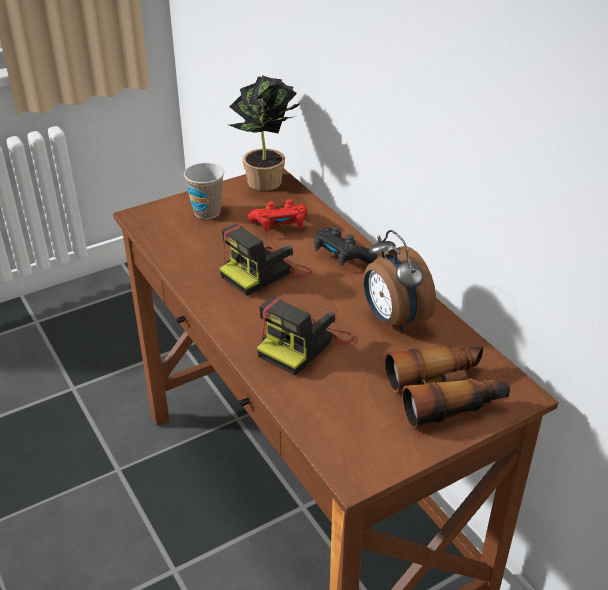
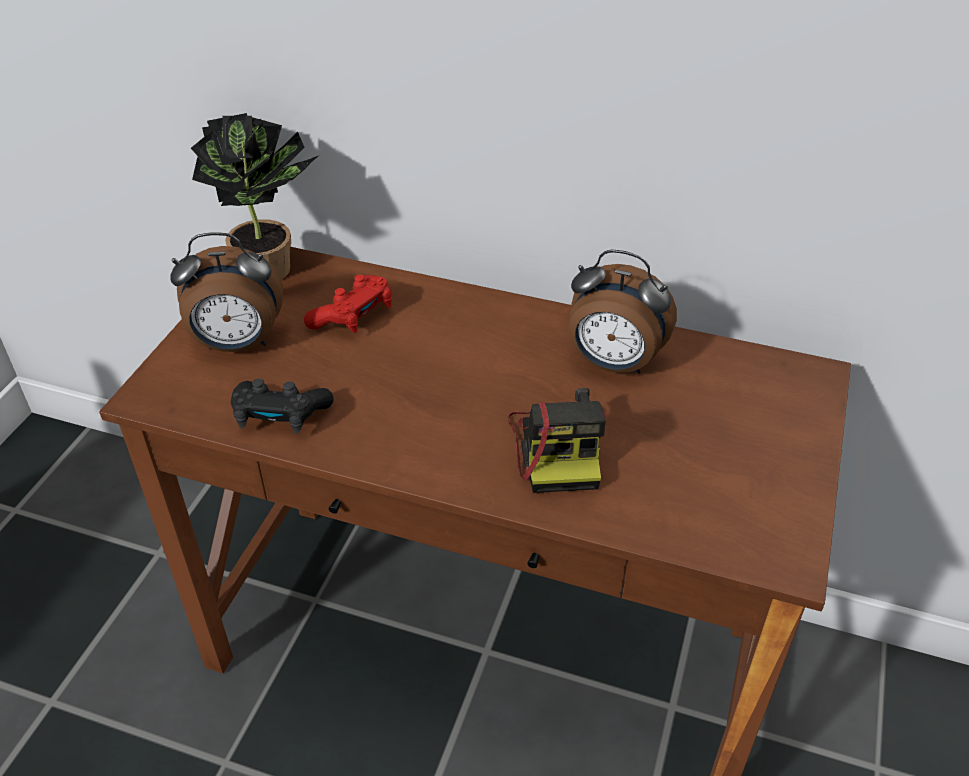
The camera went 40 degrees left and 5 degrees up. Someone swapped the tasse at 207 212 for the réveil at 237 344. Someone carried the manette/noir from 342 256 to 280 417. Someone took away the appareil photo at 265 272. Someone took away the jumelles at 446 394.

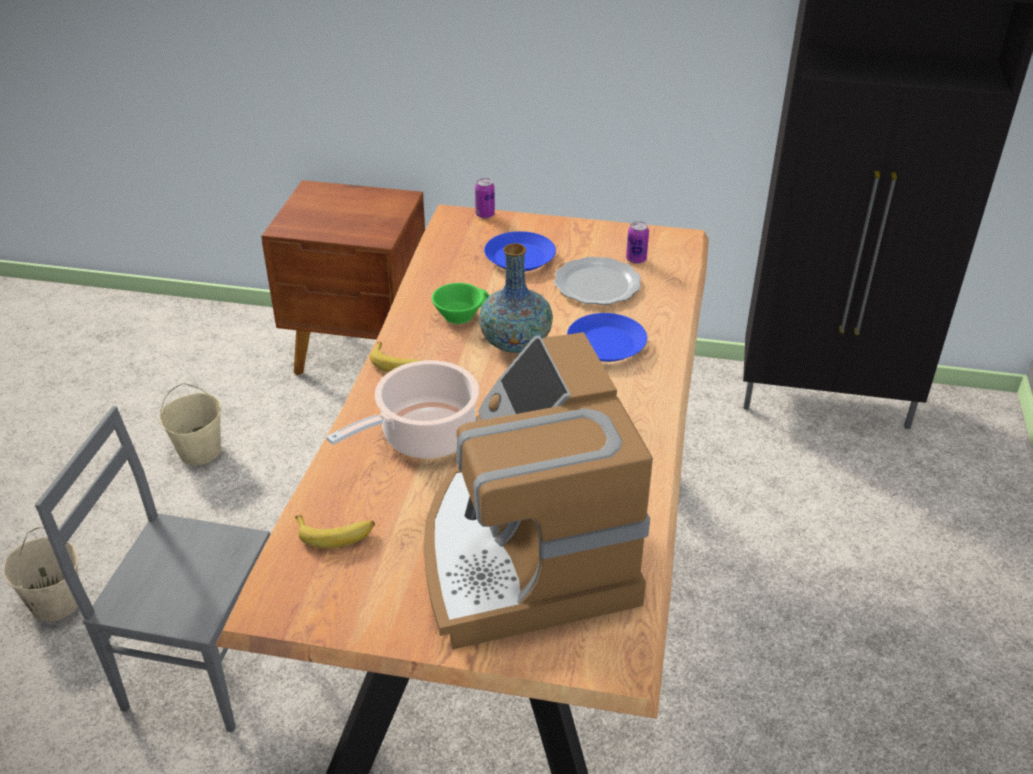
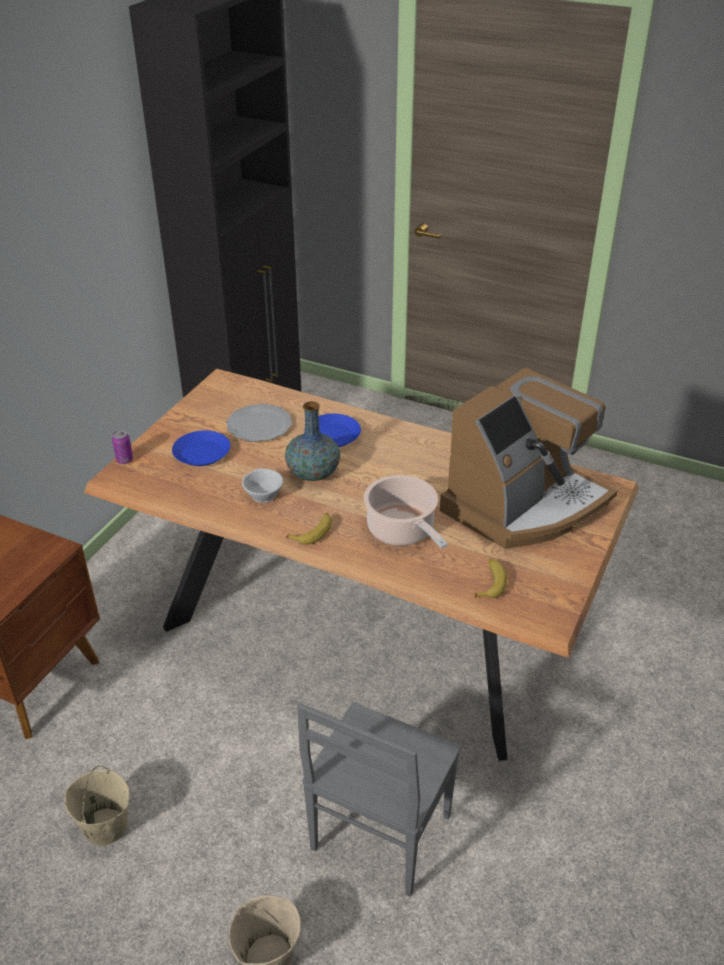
The camera went 75 degrees left and 0 degrees up. Someone repainted the tasse/vert at 459 313, which became the tasse/blanc at 261 494. Someone rotated the machine à café at 524 553 by 45 degrees counterclockwise. Someone took away the boîte métallique at 636 259.

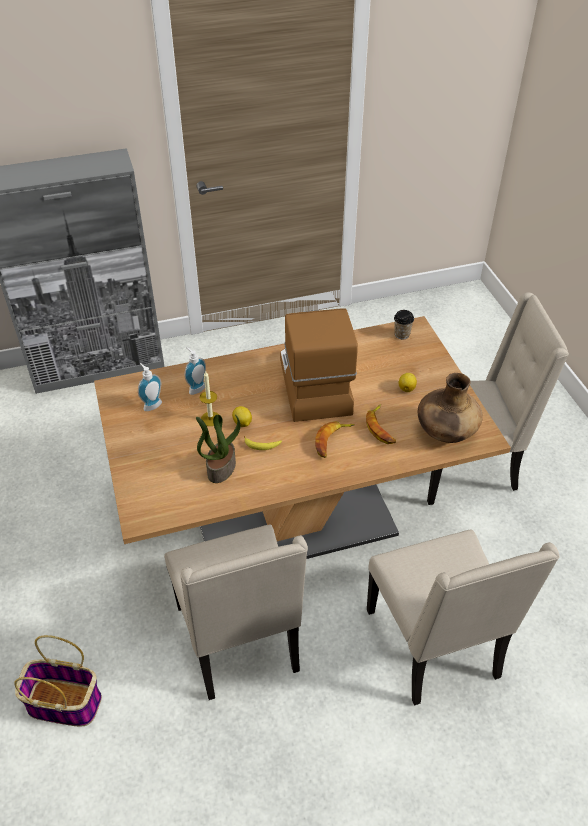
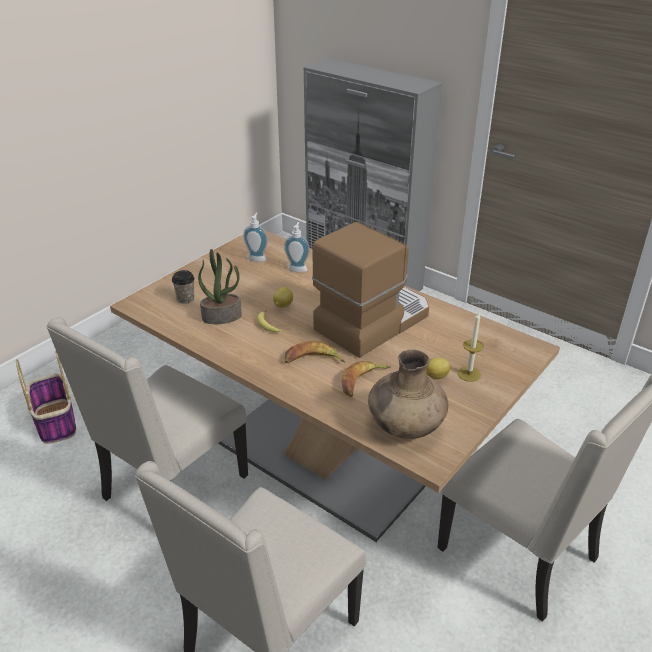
The camera went 55 degrees right and 10 degrees down. Someone carried the tasse from 402 334 to 185 299. Someone carried the bougie from 210 419 to 469 374.

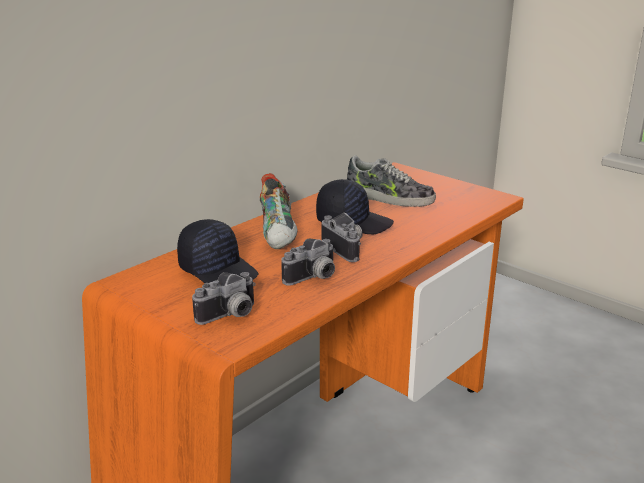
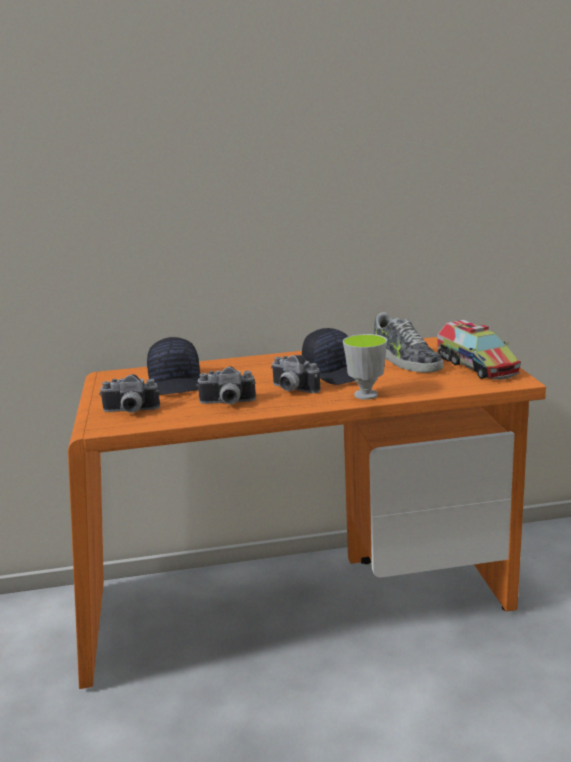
The camera went 40 degrees right and 5 degrees down. Someone rotated the appareil photo at 347 249 by 120 degrees clockwise. Someone put down the tasse at 366 395. Someone put down the camion jouet at 476 365. Someone took away the chaussure at 280 233.

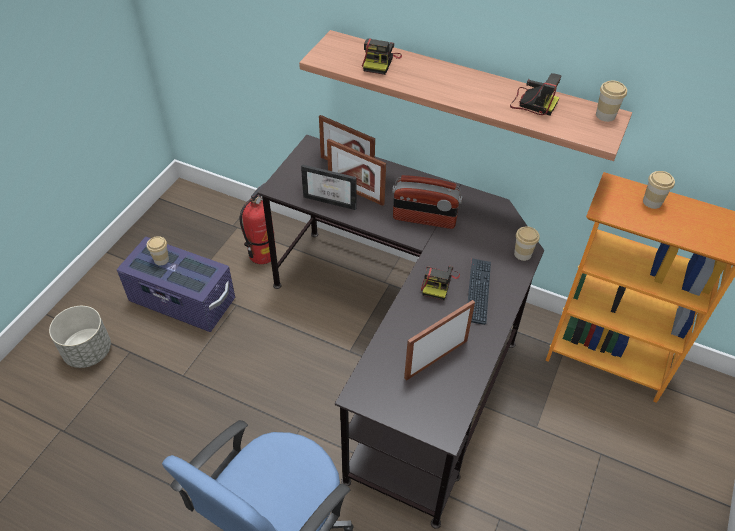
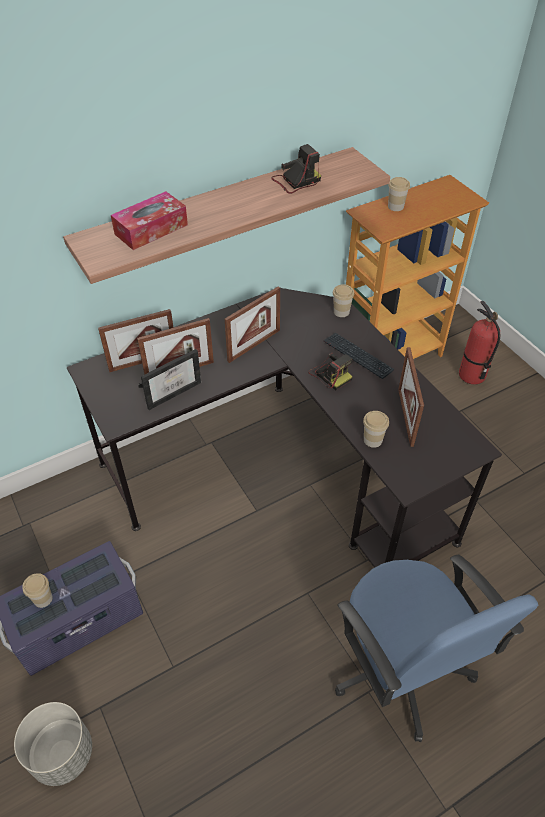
The camera went 55 degrees left and 0 degrees up. Someone swapped the appareil photo at 380 62 for the boîte à mouchoirs at 151 229. Someone swapped the radio at 424 219 for the cadre photo at 254 345. Someone carried the tasse from 605 115 to 373 440. Someone carried the extincteur from 262 254 to 471 375.

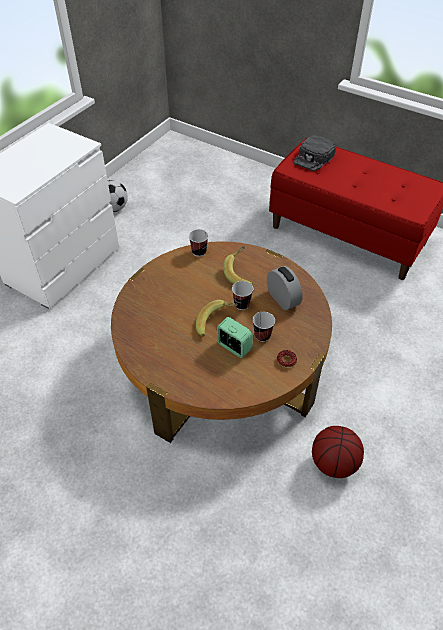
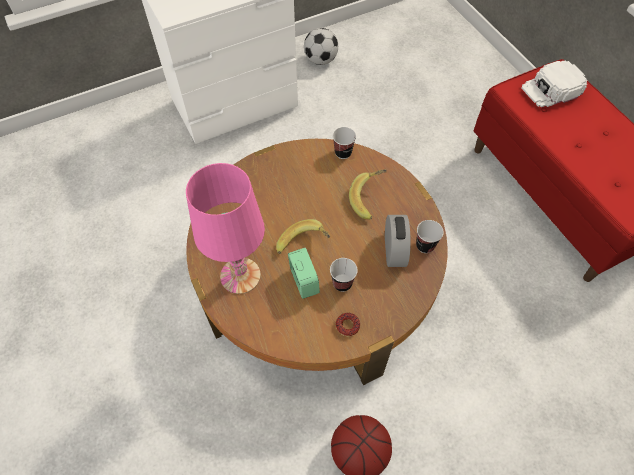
The camera went 30 degrees right and 10 degrees up. Someone put down the lampe de table/rose at 240 275. Someone carried the tasse from 242 304 to 425 245. Someone repainted the casquette/noir at 314 158, which became the casquette/blanc at 552 89.

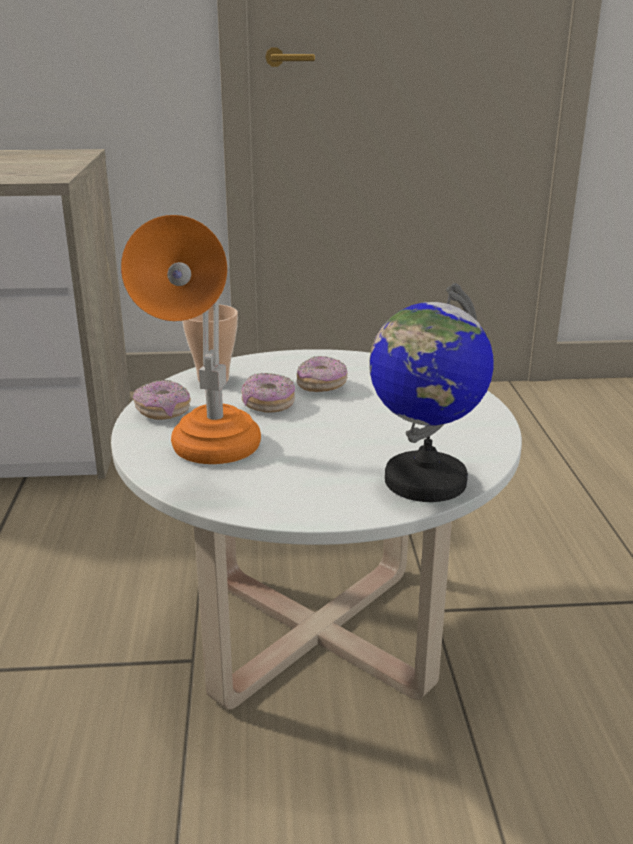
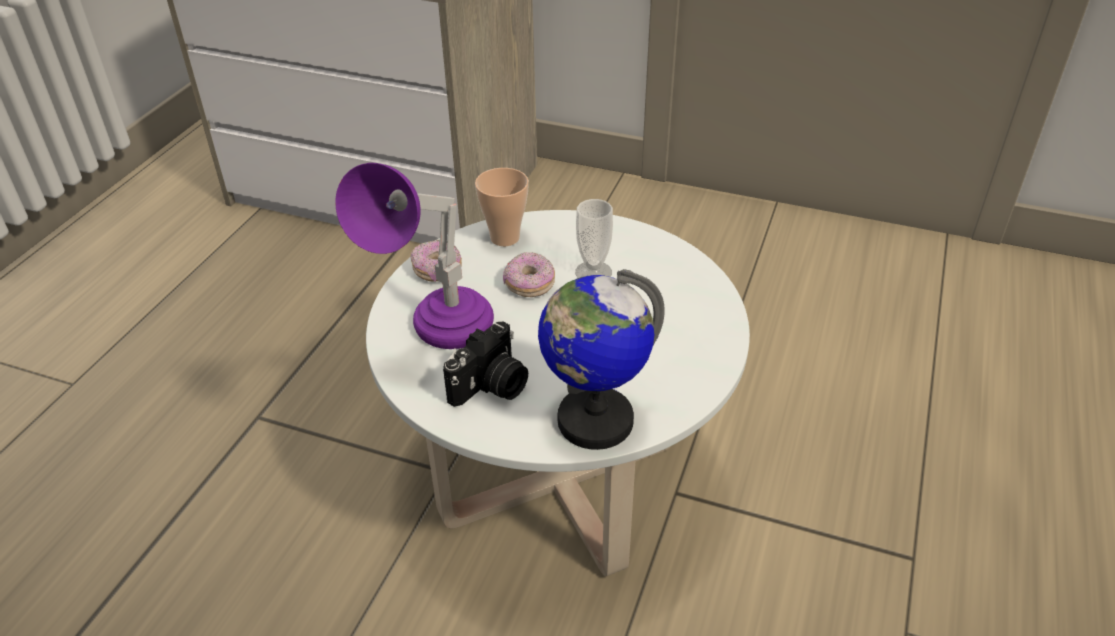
The camera went 25 degrees right and 15 degrees up. Someone repainted the lampe de table/orange at 209 458, which became the lampe de table/violet at 438 338. Someone put down the appareil photo at 491 387. Someone swapped the beignet at 322 386 for the tasse at 593 272.

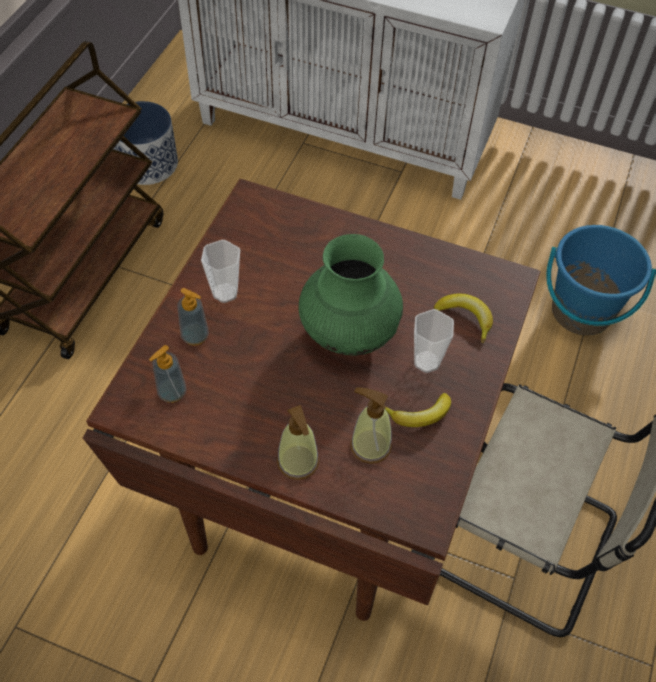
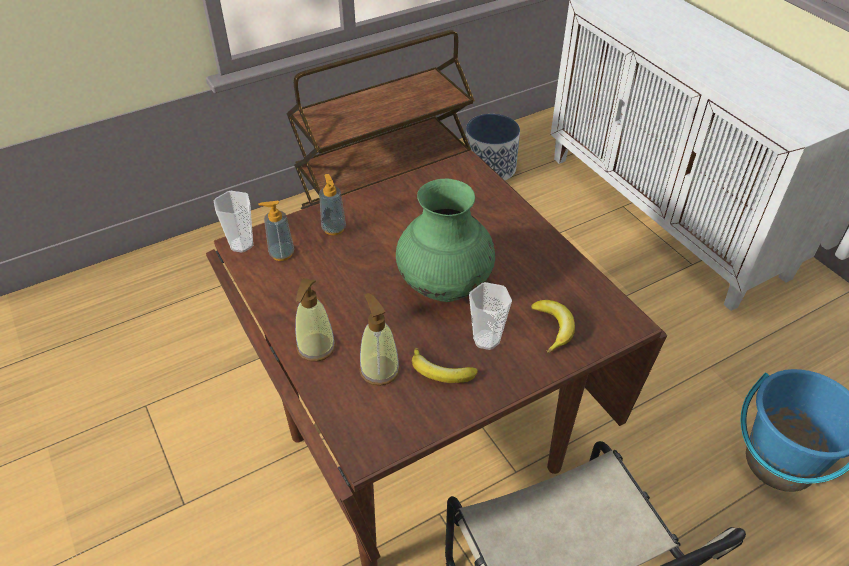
The camera went 40 degrees right and 10 degrees down. Someone carried the tasse from 225 293 to 241 244.

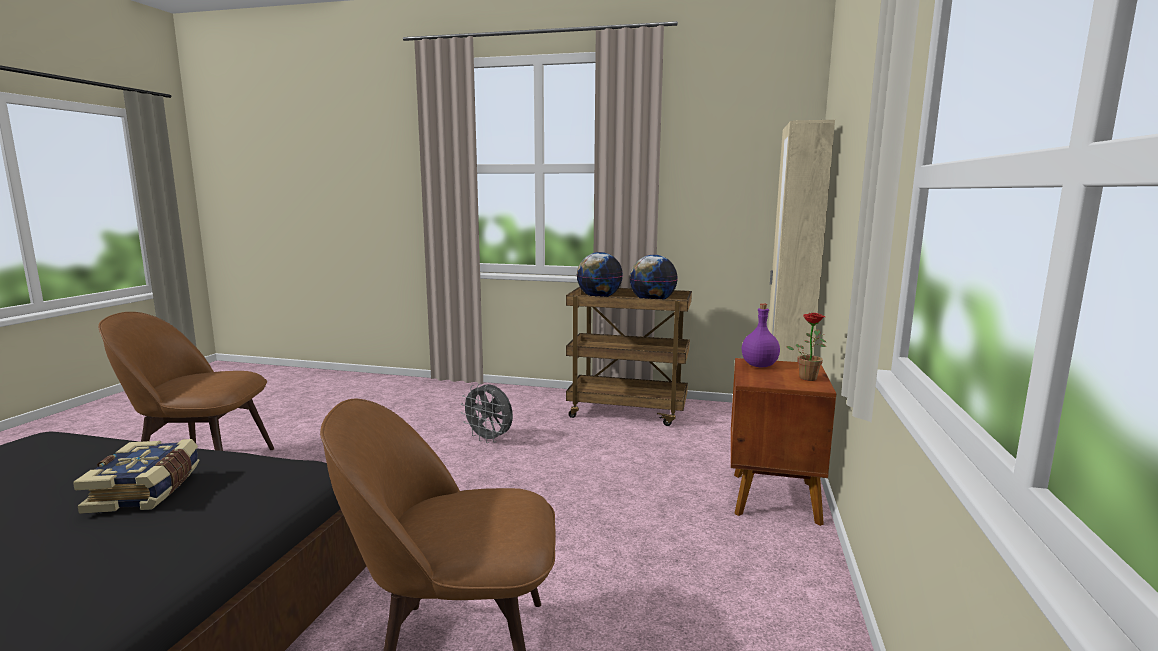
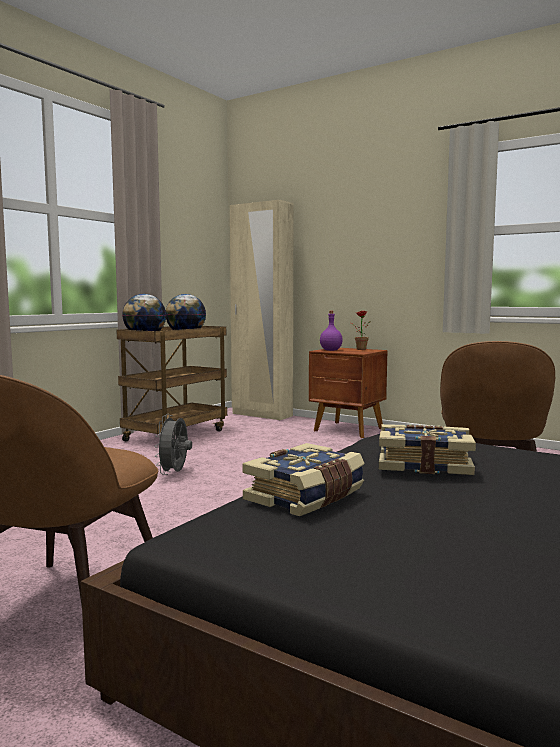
The camera went 70 degrees left and 5 degrees down. Someone rotated the ventilateur/gris at 489 439 by 135 degrees clockwise. Someone put down the livre at 307 497.

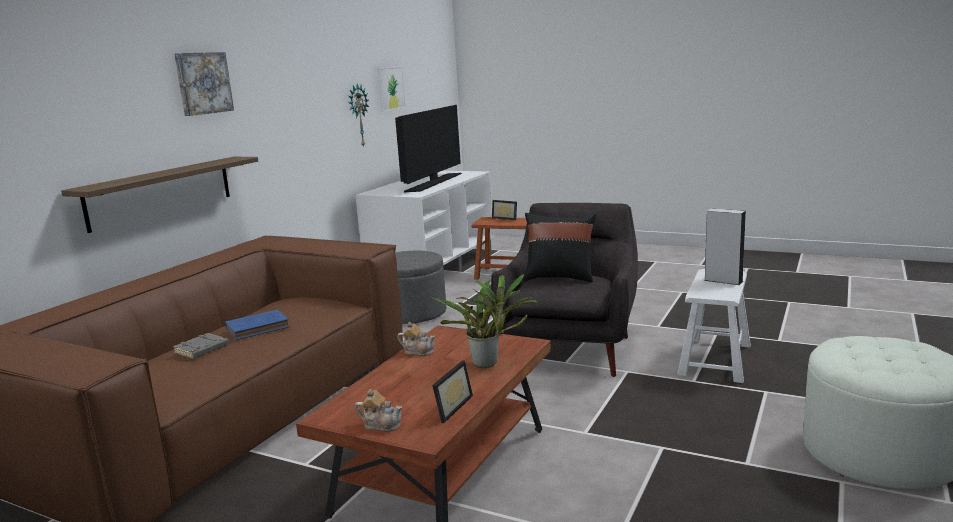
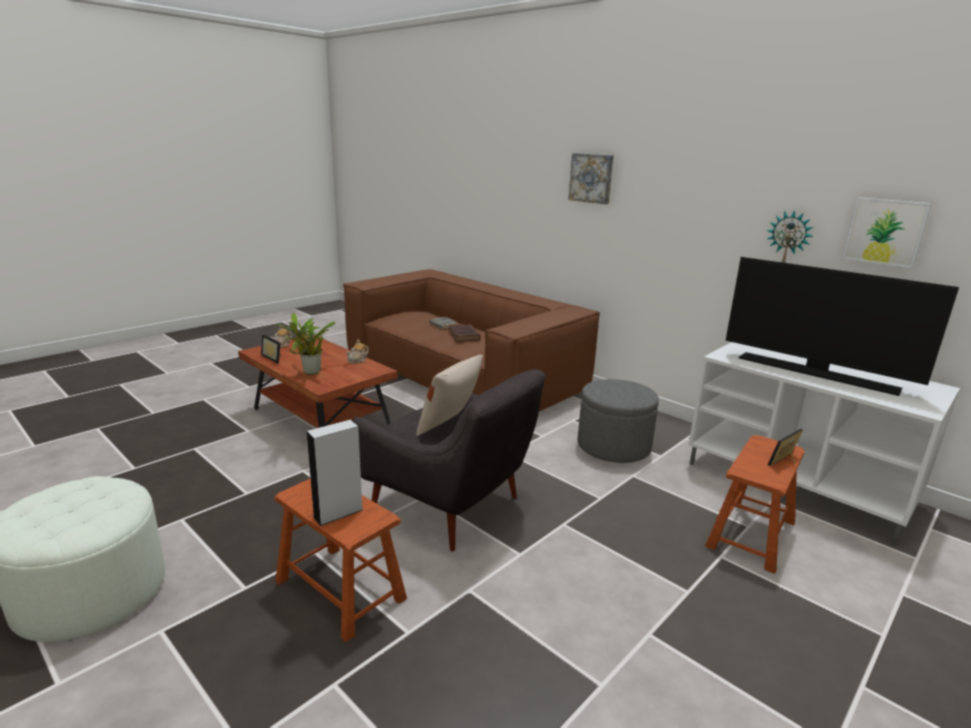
The camera went 105 degrees right and 5 degrees up. Someone repainted the tabouret/blanc at 715 359, which became the tabouret/marron at 340 590. Someone repainted the coussin/noir at 559 277, which became the coussin/beige at 450 426. Someone repainted the livre/bleu at 259 328, which became the livre/marron at 464 336. Someone took away the étagère at 161 192.

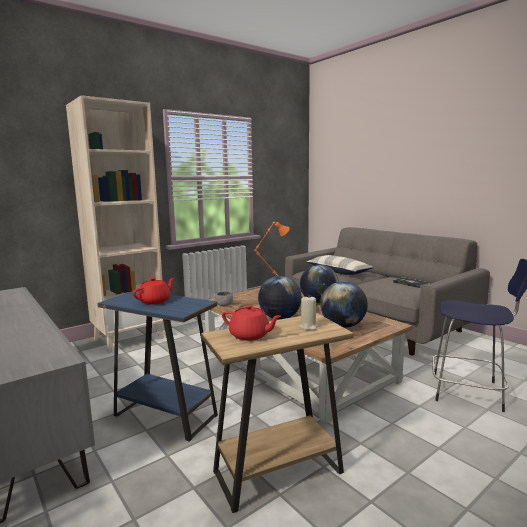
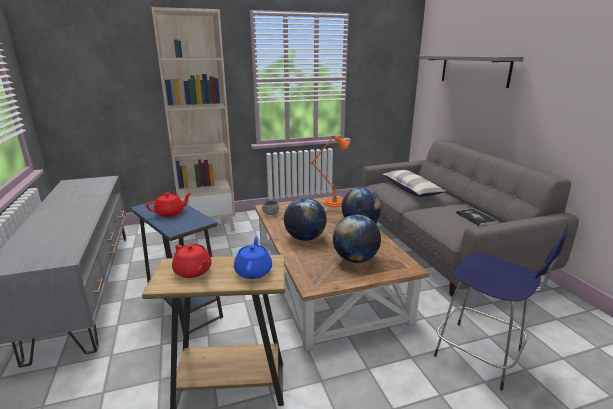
The camera went 20 degrees right and 10 degrees up. Someone swapped the bougie/beige at 308 327 for the théière/bleu at 253 271. Someone put up the étagère/gris at 474 70.

